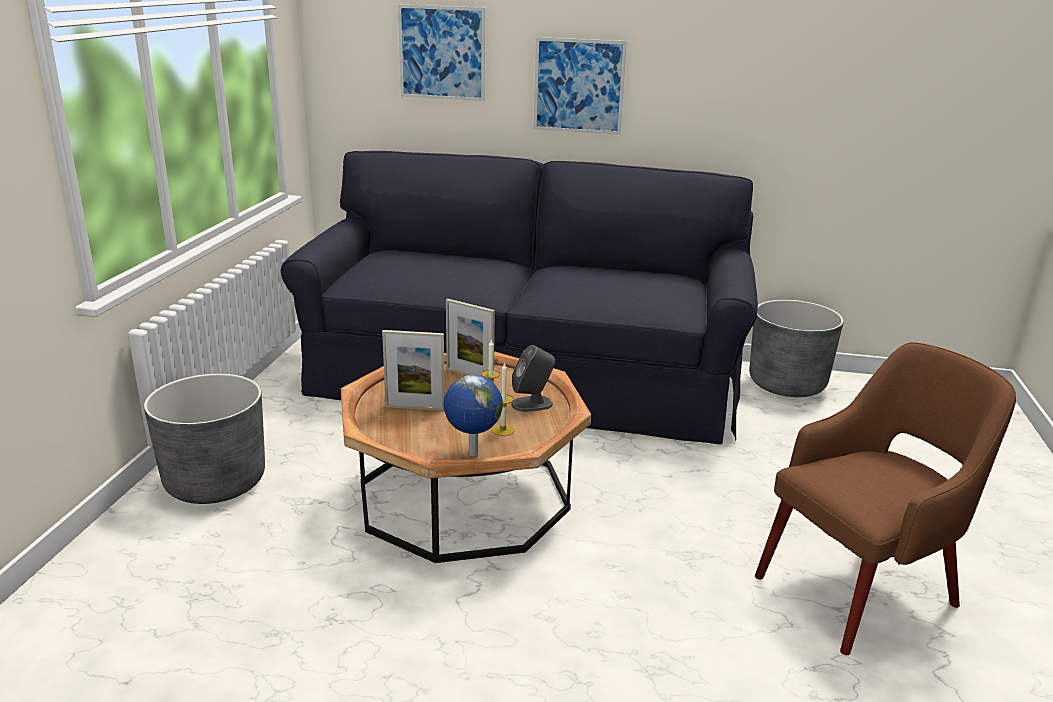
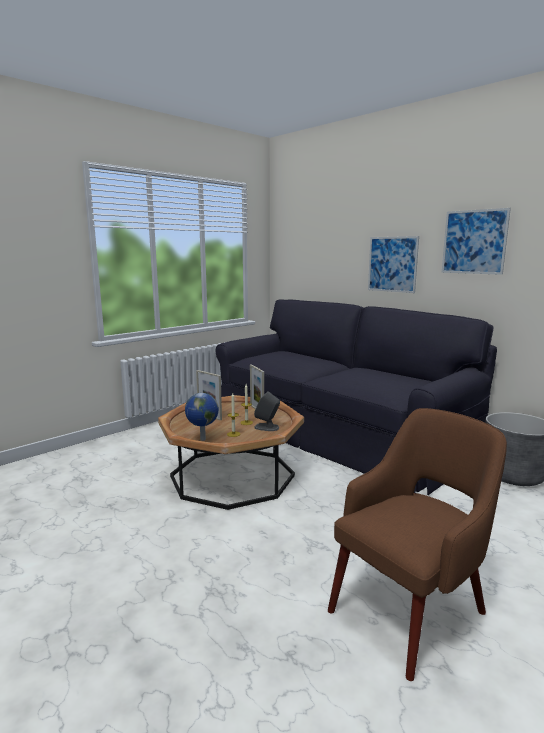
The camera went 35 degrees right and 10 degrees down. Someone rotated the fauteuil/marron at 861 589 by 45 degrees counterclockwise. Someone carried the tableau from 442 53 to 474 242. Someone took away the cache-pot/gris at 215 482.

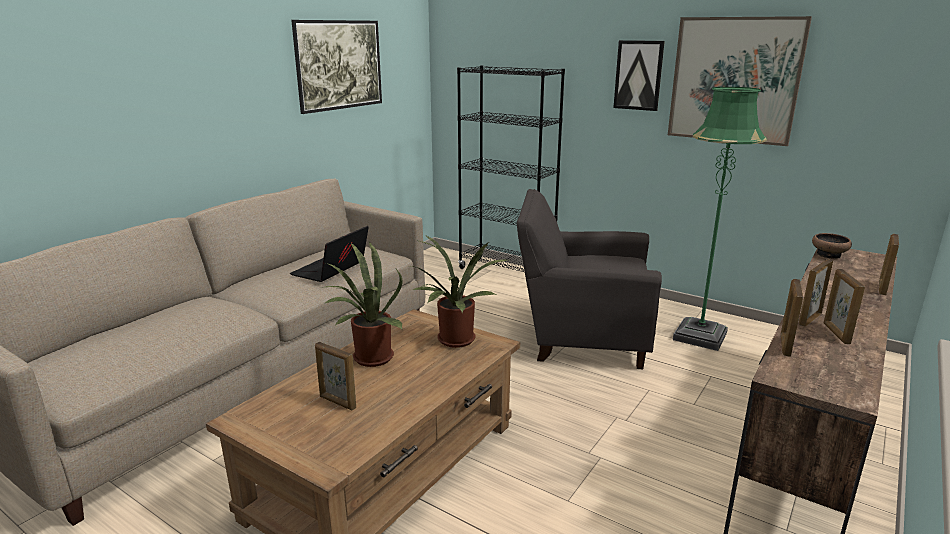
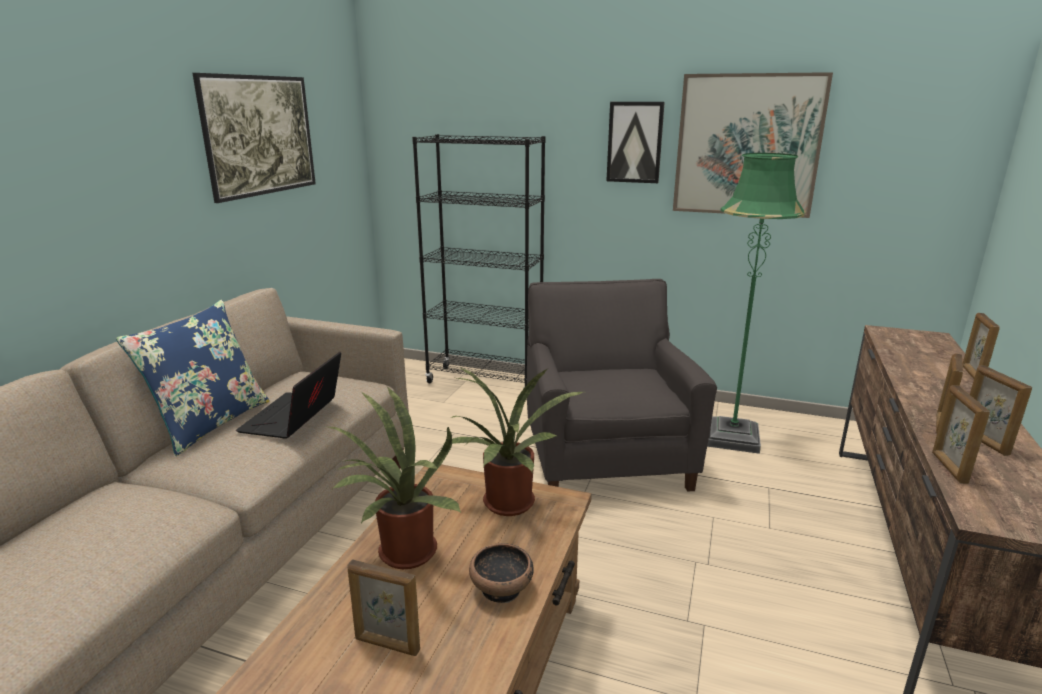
The camera went 15 degrees left and 0 degrees up. Someone put down the coussin/bleu at 210 423. Someone carried the bol from 829 255 to 502 589. Someone rotated the fauteuil/gris at 580 337 by 90 degrees clockwise.

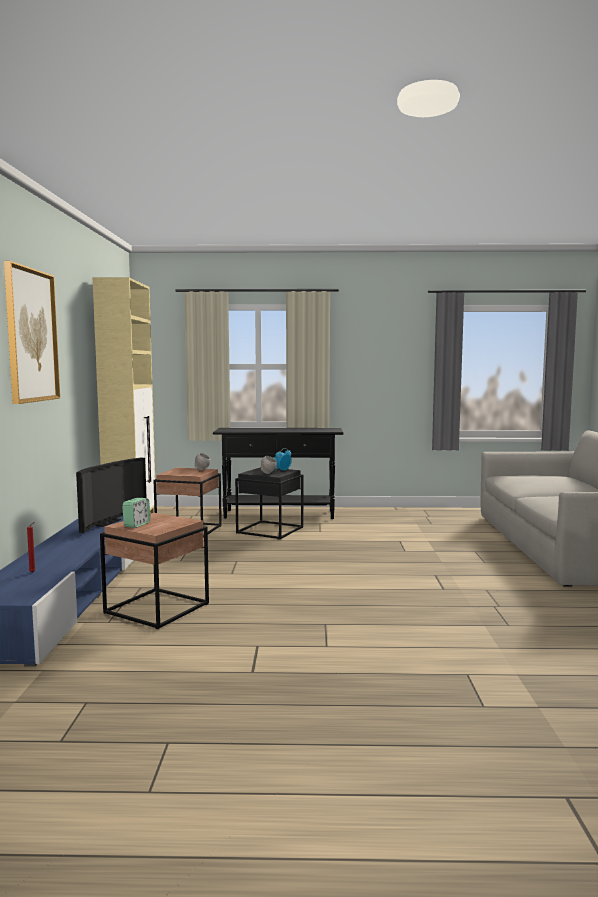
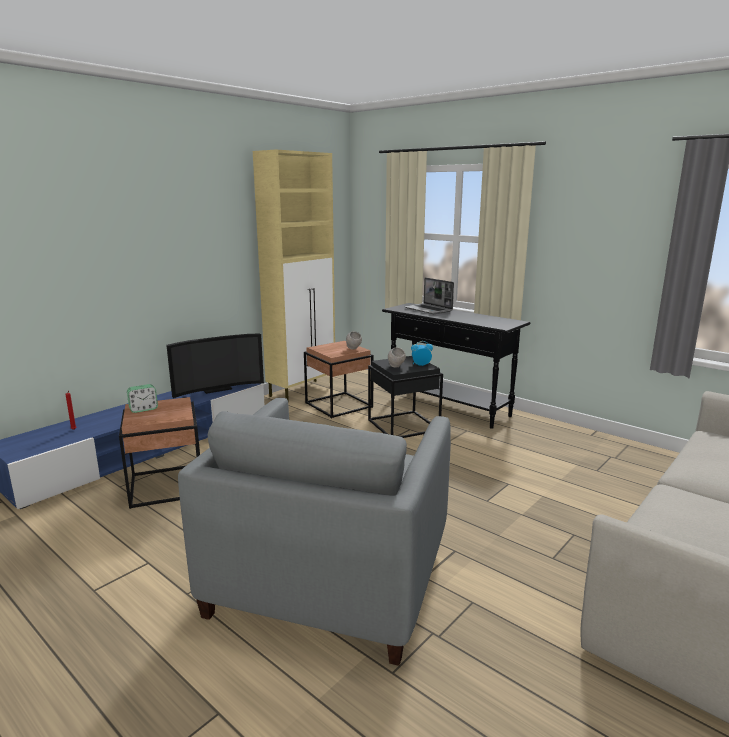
The camera went 40 degrees right and 10 degrees up. Someone put down the fauteuil/gris at 331 576. Someone put down the ordinateur portable at 429 310. Someone took away the tableau at 31 335.

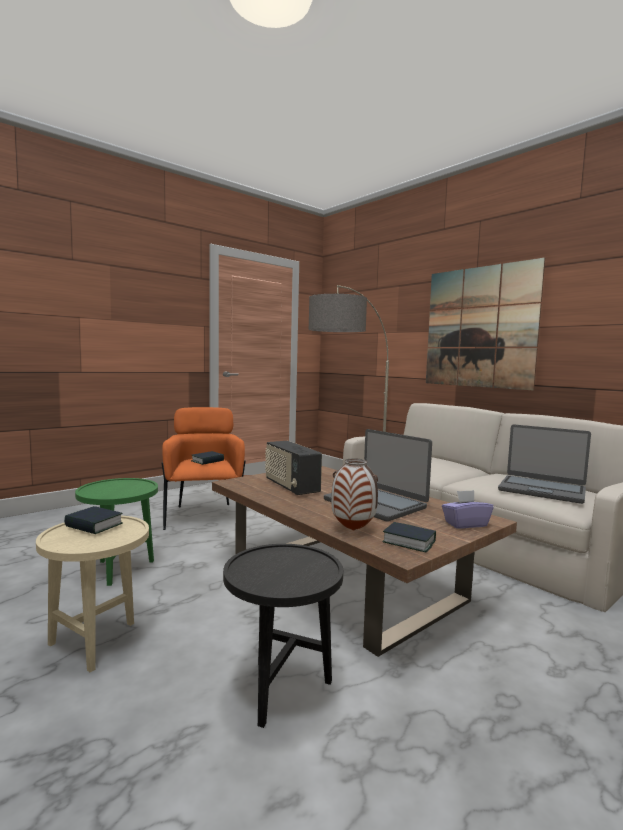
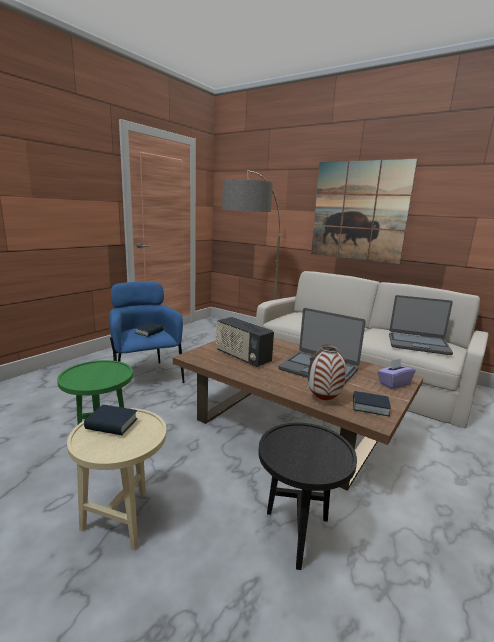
The camera went 15 degrees left and 10 degrees up. Someone repainted the fauteuil/orange at 204 516, which became the fauteuil/bleu at 145 376.

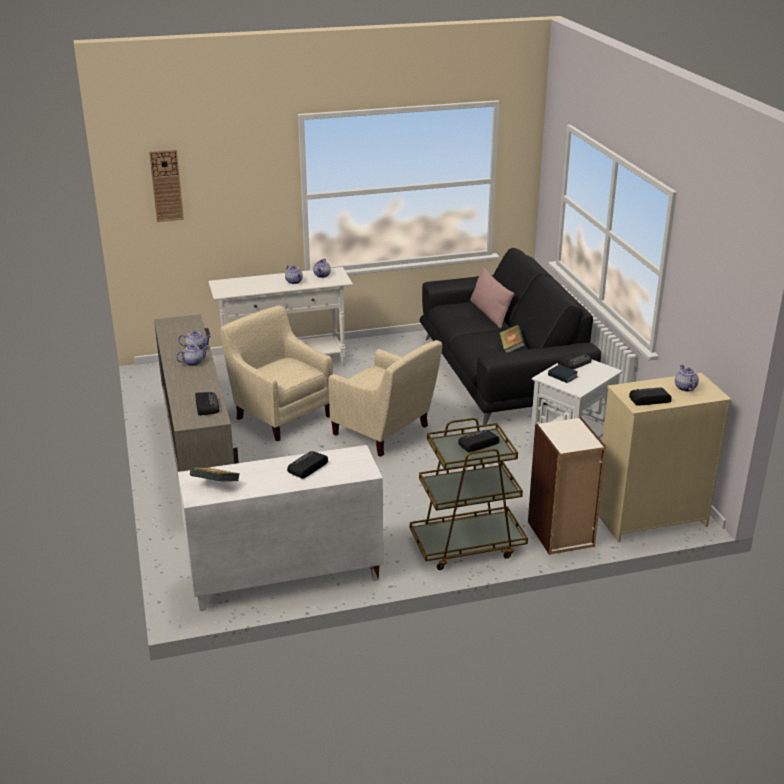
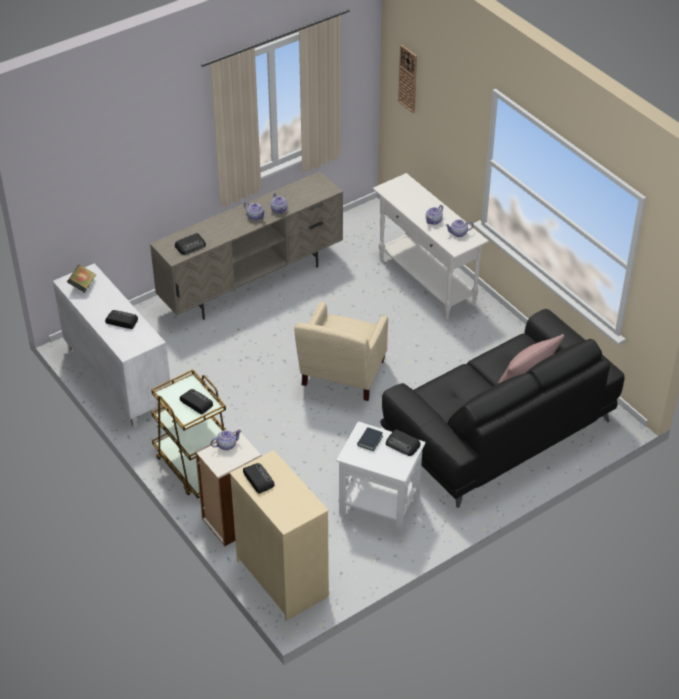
The camera went 70 degrees right and 15 degrees up. Someone carried the théière from 684 387 to 226 445. Someone took away the fauteuil/beige at 281 414. Someone took away the livre at 511 348.

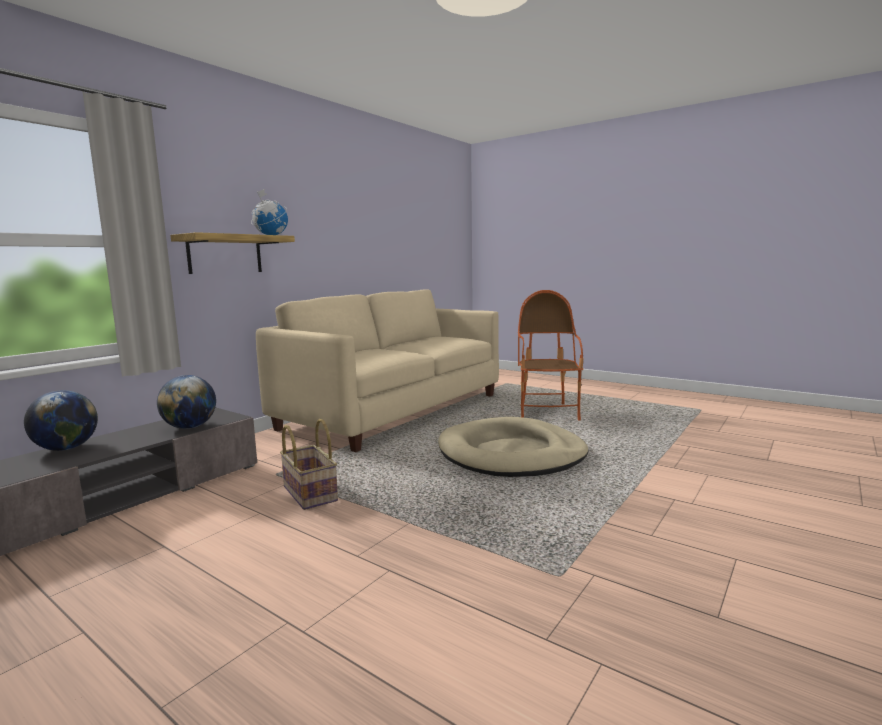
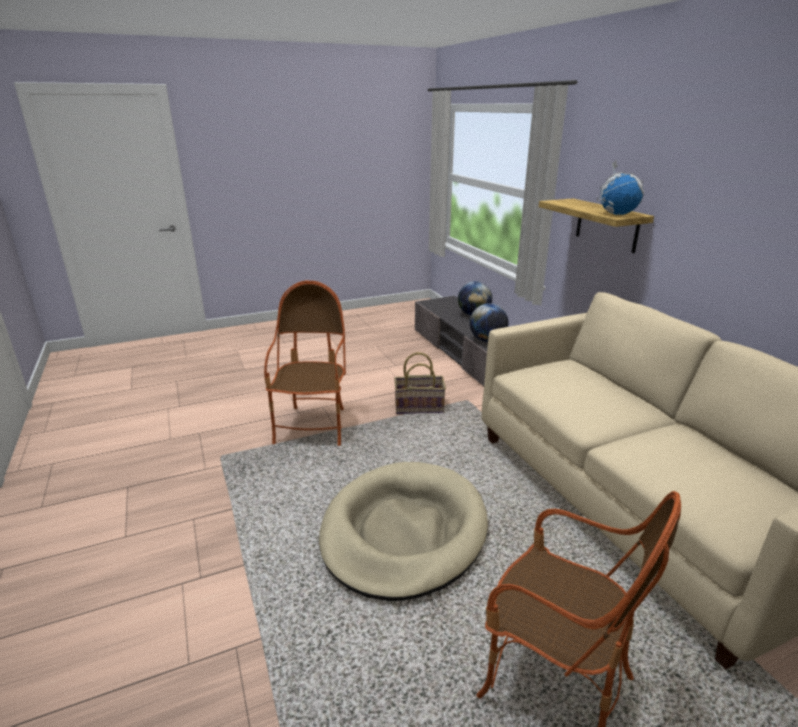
The camera went 120 degrees right and 15 degrees up. Someone put down the fauteuil at 313 427.

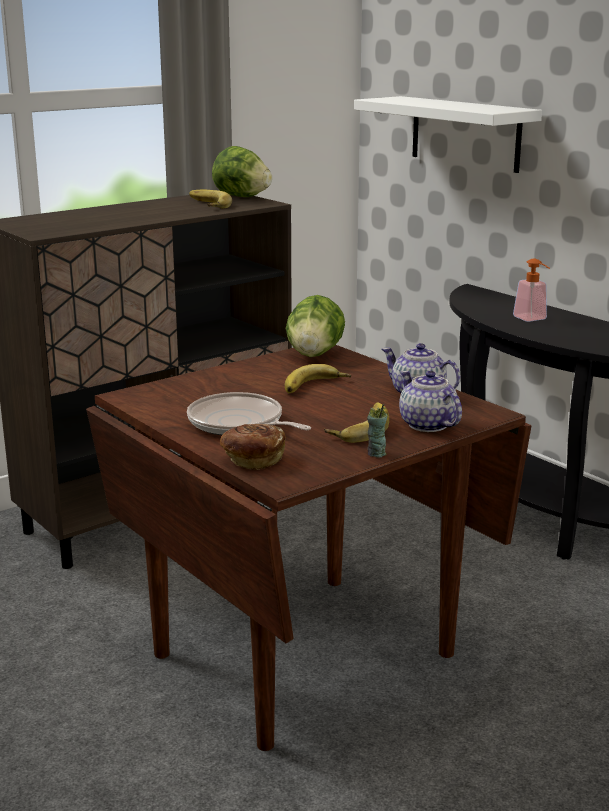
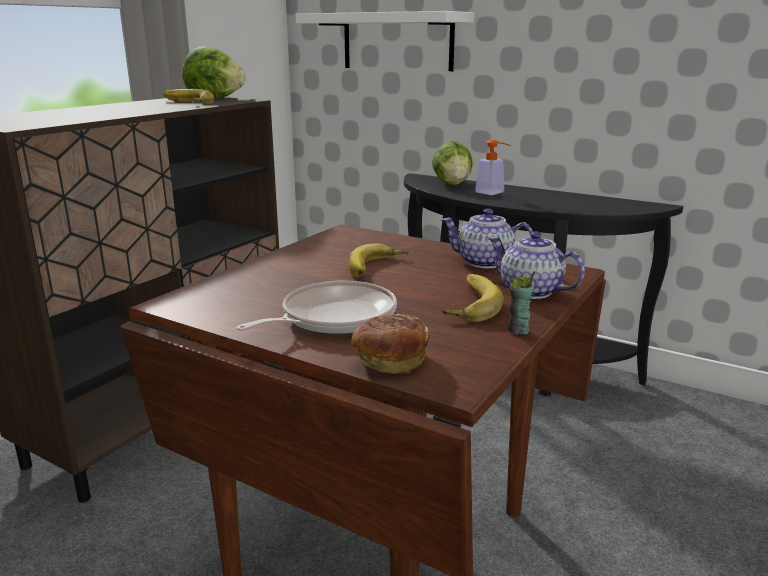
The camera went 20 degrees left and 0 degrees up. Someone rotated the poêle at 239 424 by 120 degrees clockwise. Someone carried the laitue from 315 354 to 452 184.

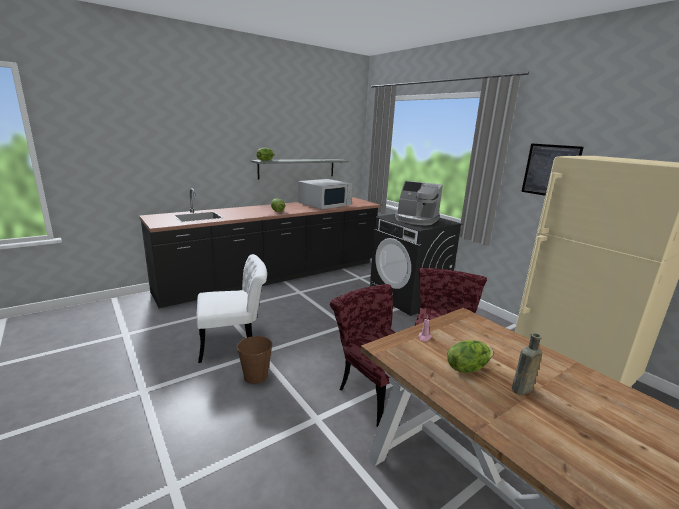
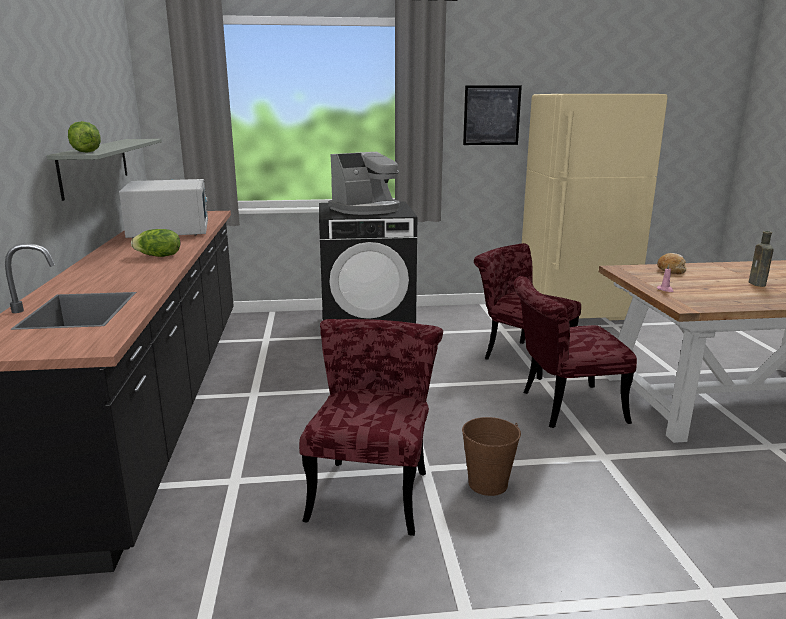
The camera went 60 degrees left and 0 degrees up. Someone repainted the chaise/blanc at 234 342, which became the chaise/rouge at 373 487. Someone put down the pain at 671 269. Someone took away the laitue at 467 367.

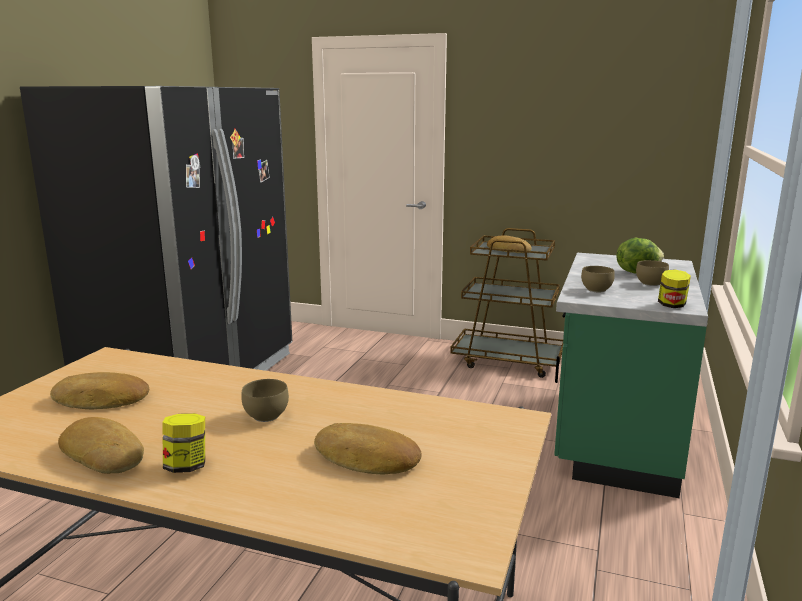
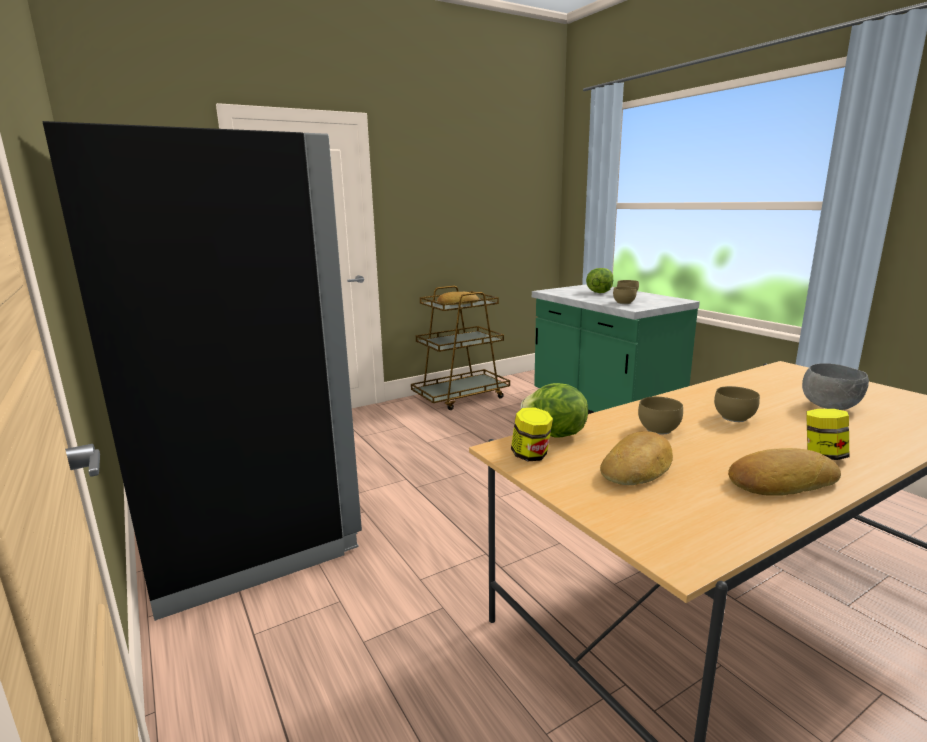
The camera went 50 degrees left and 0 degrees up. Someone carried the bocal from 671 305 to 531 456. Someone put down the laitue at 554 435. Someone put down the bol/marron at 657 430. Someone swapped the pain at 366 458 for the bol/gris at 831 407.

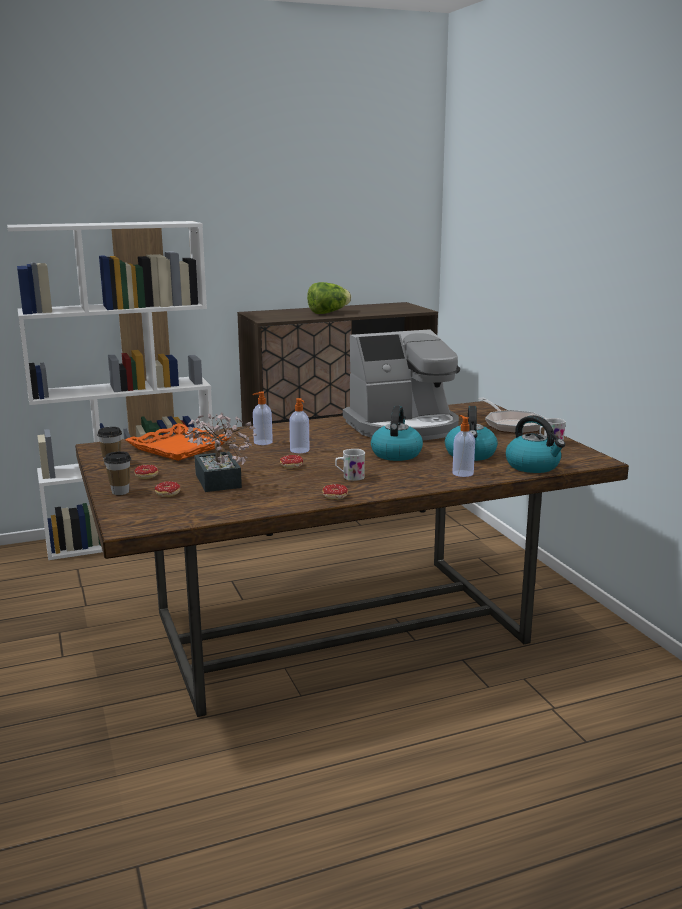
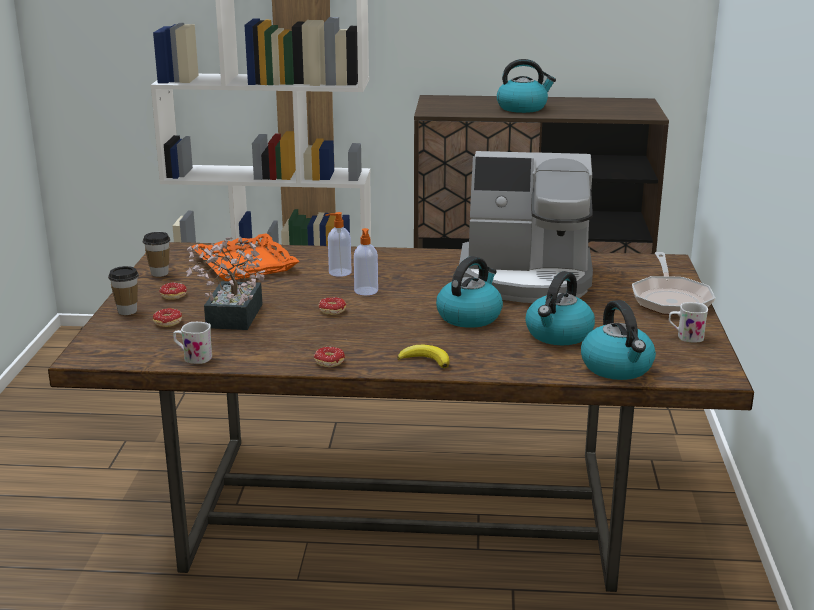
The camera went 25 degrees right and 5 degrees up. Someone carried the mug/blanc from 350 477 to 193 357. Someone put down the banane at 425 360. Someone swapped the laitue at 328 313 for the bouilloire at 522 108. Someone took away the distributeur de savon at 462 473.

